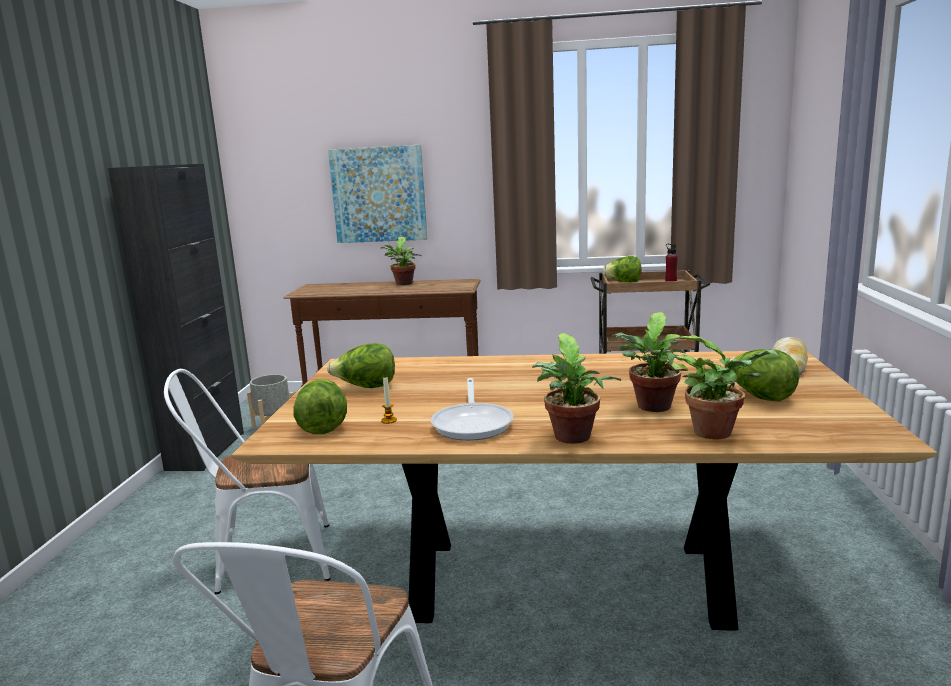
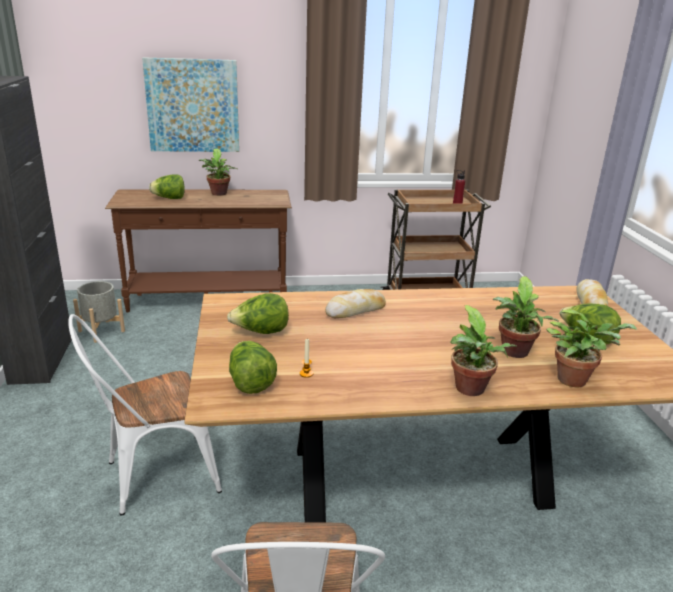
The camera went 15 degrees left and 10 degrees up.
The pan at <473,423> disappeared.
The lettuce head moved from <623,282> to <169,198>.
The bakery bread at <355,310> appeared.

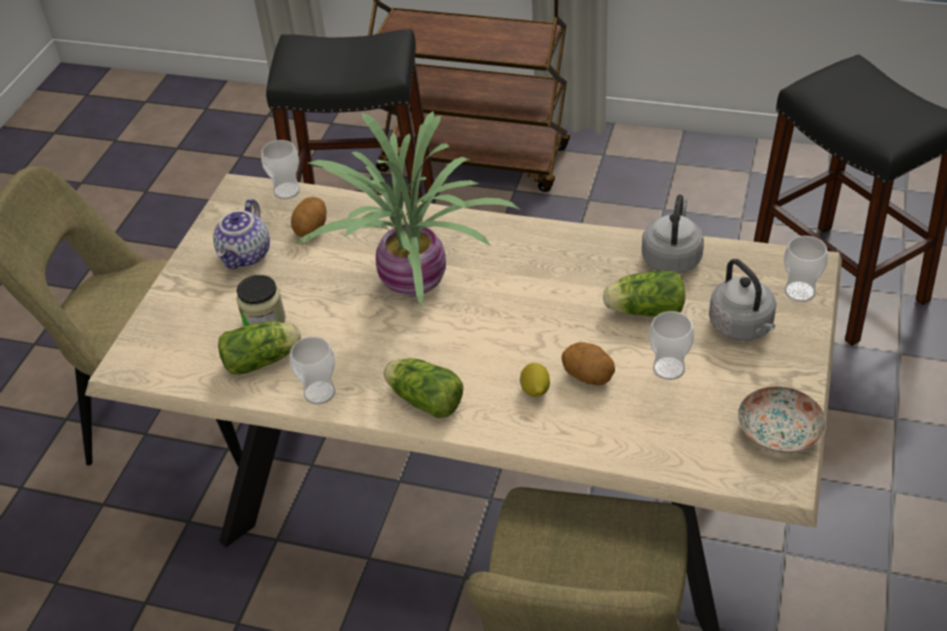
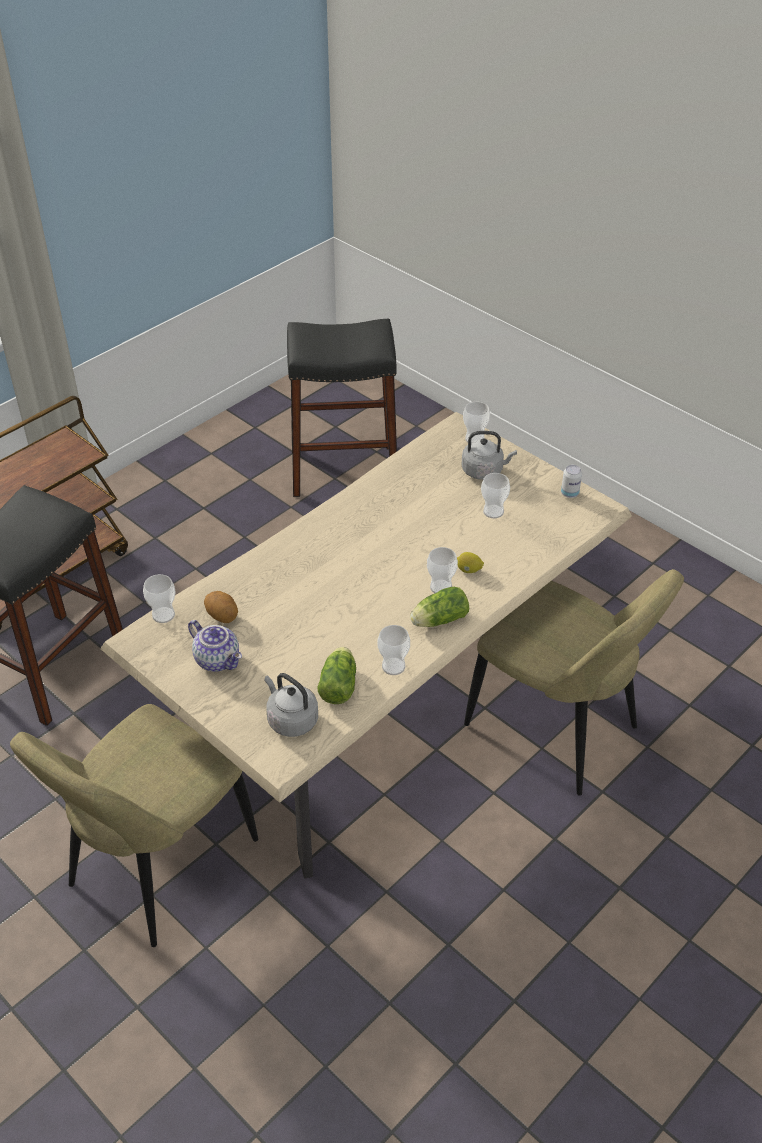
The camera went 65 degrees left and 0 degrees up.
The storage jar at <264,321> disappeared.
The potted plant at <412,285> disappeared.
The potato at <588,376> disappeared.
The lettuce head at <642,310> disappeared.
The water kettle (greyish) moved from <672,257> to <291,719>.
The dinner plate at <780,431> was replaced by the can at <569,493>.
The drinking cup at <441,587> appeared.

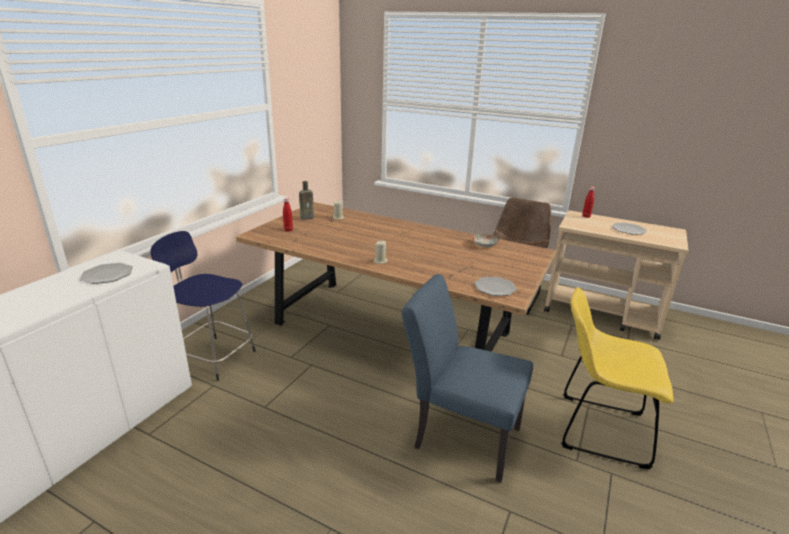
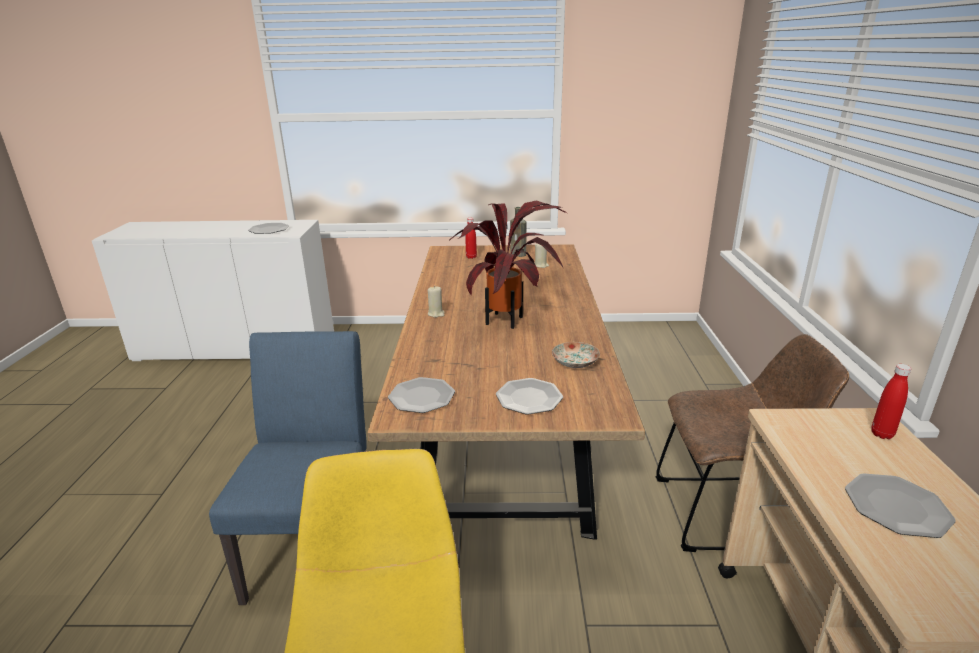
The camera went 65 degrees right and 0 degrees up.
The sitting stool (bluish) at <214,357> disappeared.
The potted plant at <507,322> appeared.
The dinner plate at <529,398> appeared.

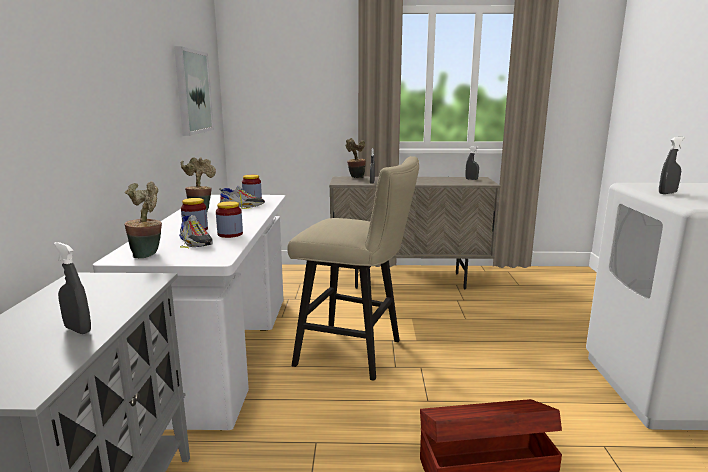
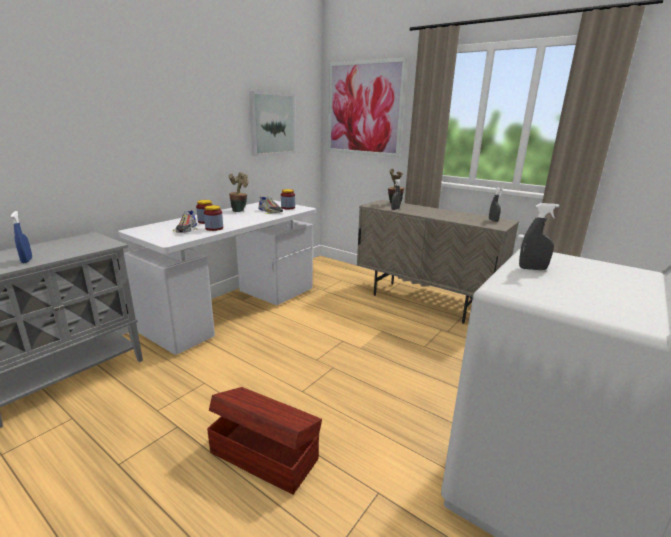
The camera went 35 degrees right and 5 degrees up.
The hand sprayer (greyish) at <78,329> became the hand sprayer (bluish) at <27,260>.
The potted plant at <148,254> disappeared.
The sitting stool (beige) at <356,353> disappeared.
The wall art at <364,109> appeared.

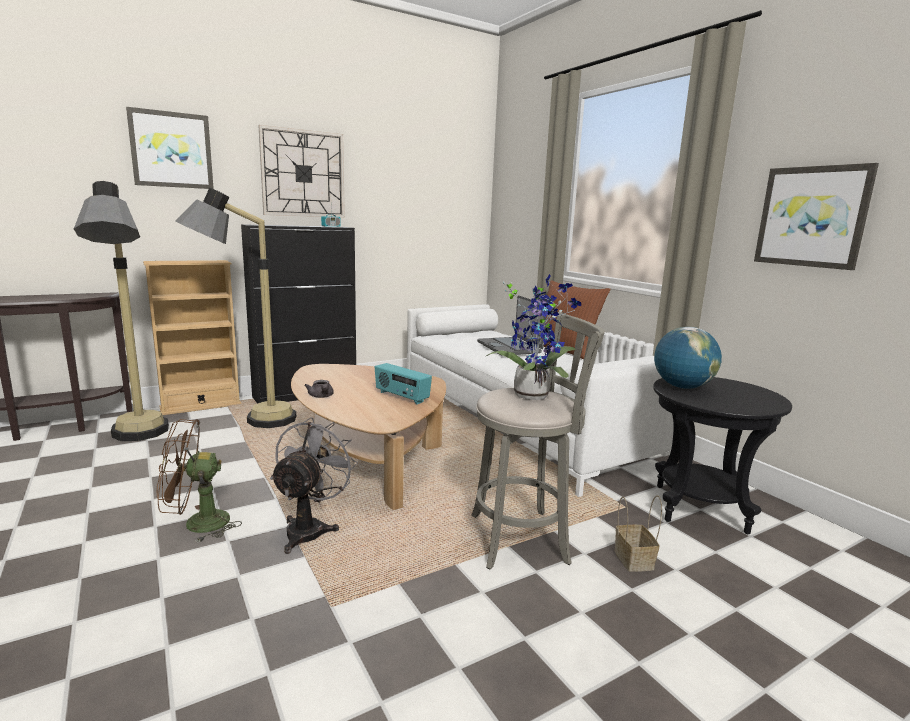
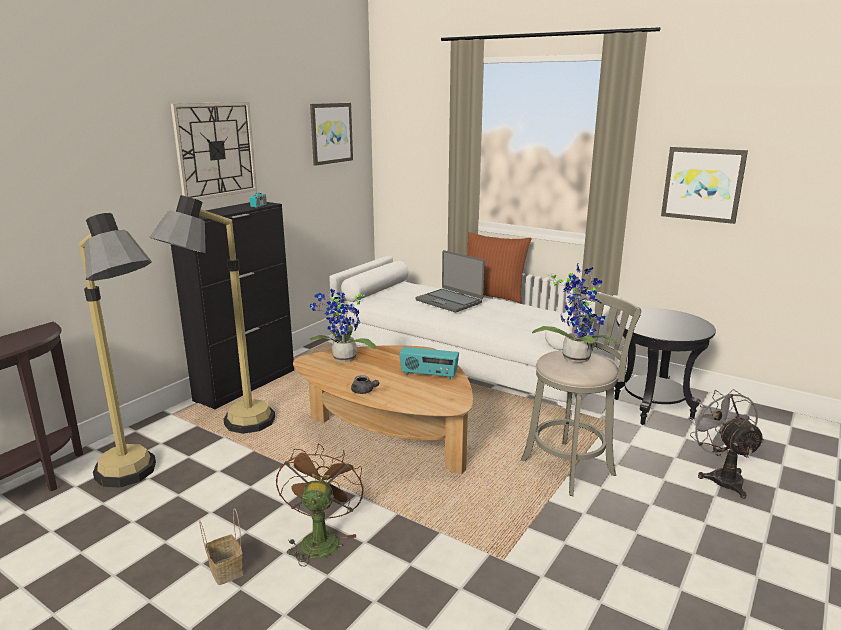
The camera went 25 degrees left and 5 degrees up.
The wall art moved from <171,150> to <331,133>.
The bookshelf (beige) at <201,406> disappeared.
The fan (brown) at <197,524> turned 135 degrees clockwise.
The fan (greyish) moved from <310,528> to <721,477>.
The household basket moved from <632,559> to <225,569>.
The desk globe at <682,387> disappeared.
The potted plant at <342,359> appeared.

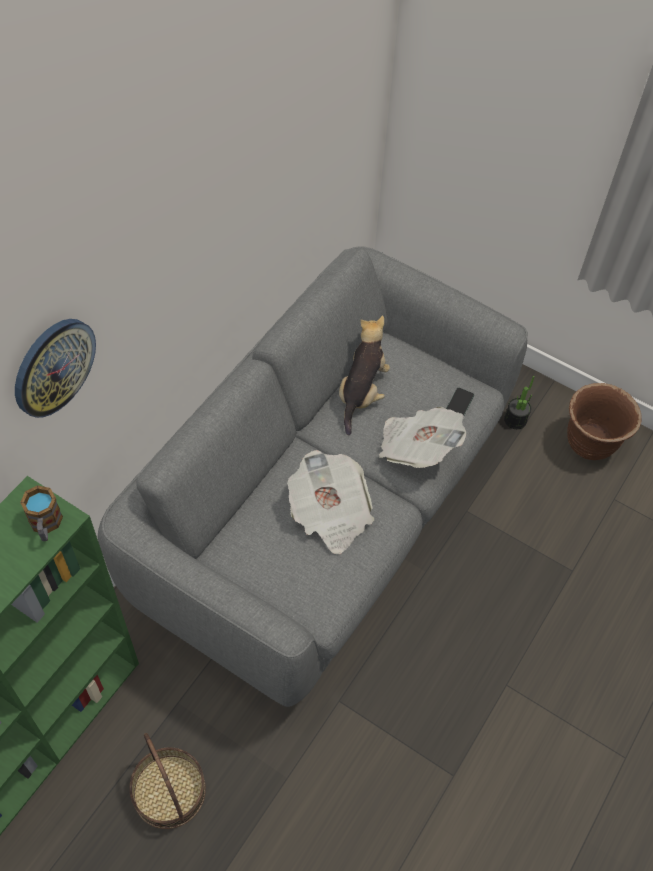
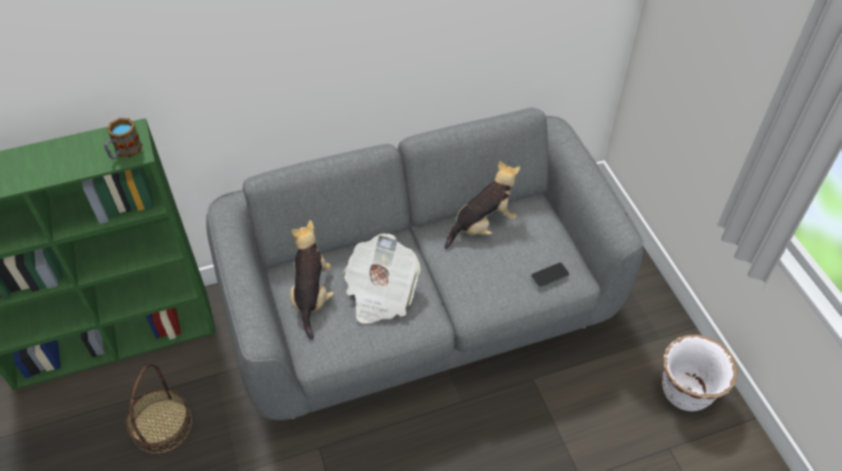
The camera went 40 degrees right and 5 degrees down.
The clock on the wall at <53,366> disappeared.
The newspaper at <417,447> disappeared.
The potted plant at <515,420> disappeared.
The planter (brown) at <590,443> became the planter (whitish) at <685,393>.
The plush toy at <312,296> appeared.

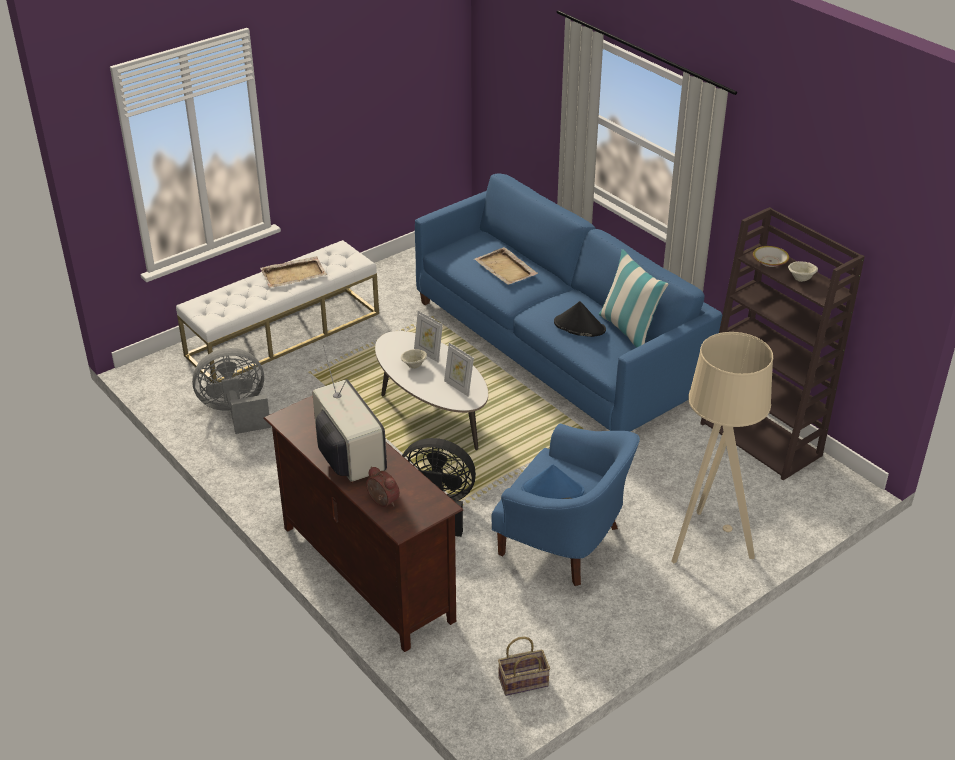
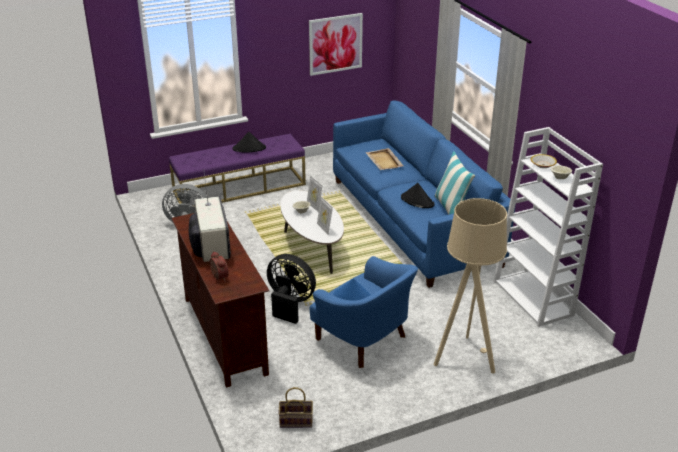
The camera went 15 degrees right and 5 degrees down.
The indoor bench (whitish) at <284,334> became the indoor bench (purple-coloured) at <239,188>.
The serving tray (beige) at <294,274> was replaced by the clothing hat (blackish) at <249,148>.
The bookshelf (brown) at <762,439> became the bookshelf (whitish) at <534,298>.
The wall art at <335,44> appeared.

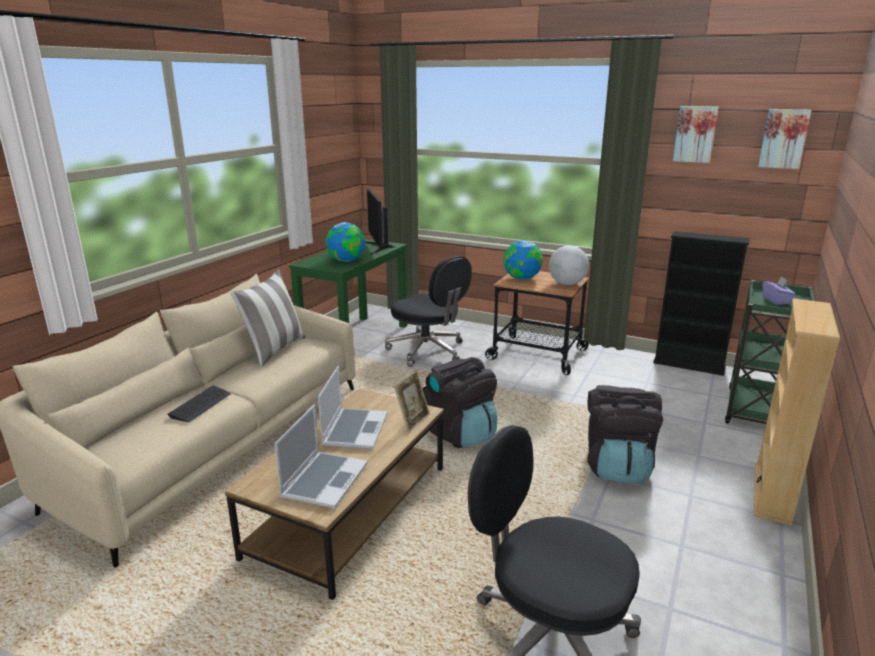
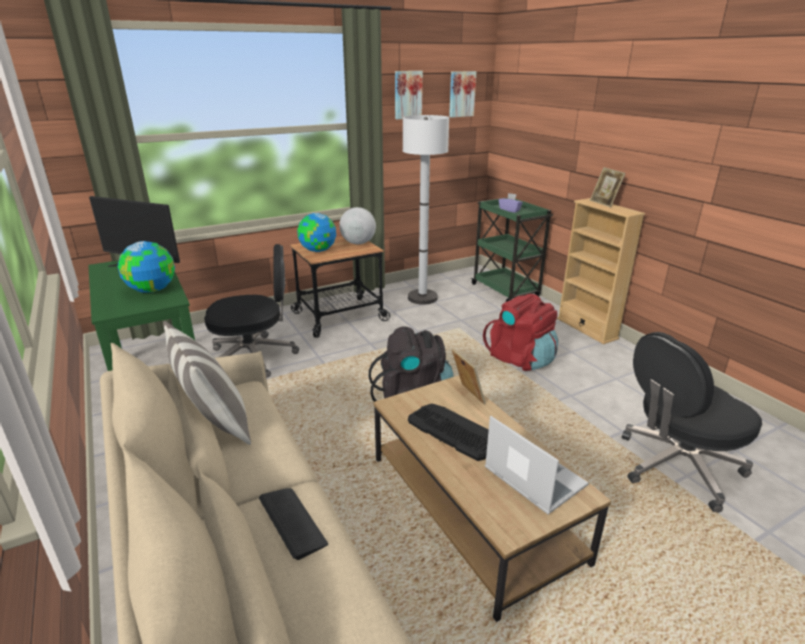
The camera went 55 degrees left and 5 degrees up.
The portable computer at <354,429> was replaced by the keyboard at <453,431>.
The knapsack (blackish) at <617,466> became the knapsack (red-coloured) at <521,359>.
The bookshelf (blackish) at <689,365> disappeared.
The floor lamp (whitish) at <422,298> appeared.
The photo frame at <604,203> appeared.

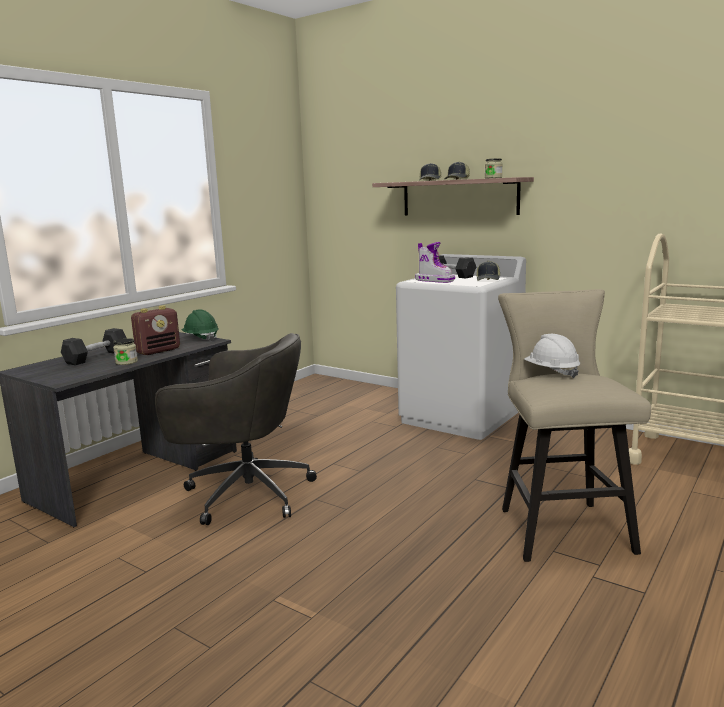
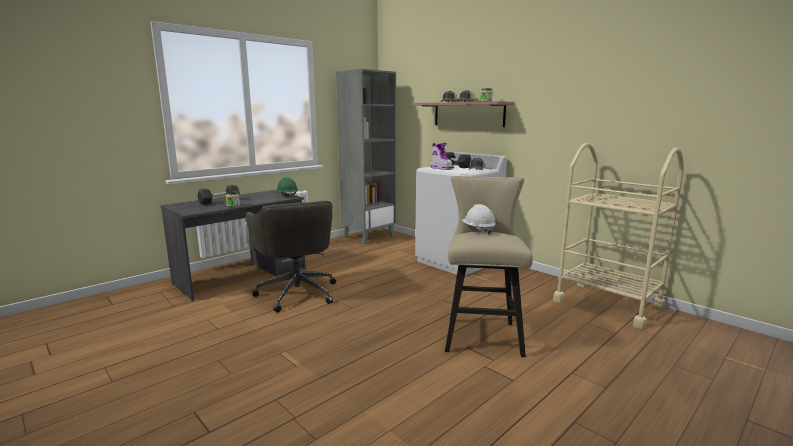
The camera went 10 degrees right and 0 degrees up.
The radio receiver at <158,351> disappeared.
The office chair (greyish) at <245,493> turned 45 degrees clockwise.
The bookshelf (greyish) at <369,236> appeared.

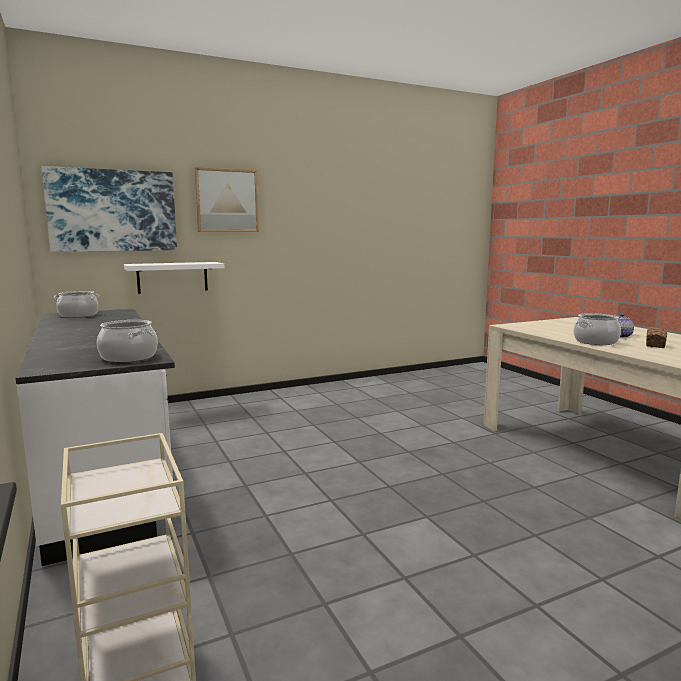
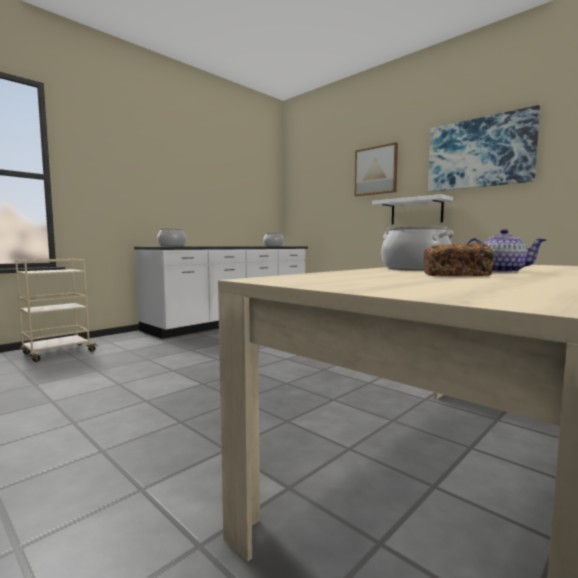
The camera went 70 degrees right and 5 degrees down.
The wall art moved from <113,210> to <479,153>.
The wall shelf (whitish) moved from <172,277> to <416,211>.

